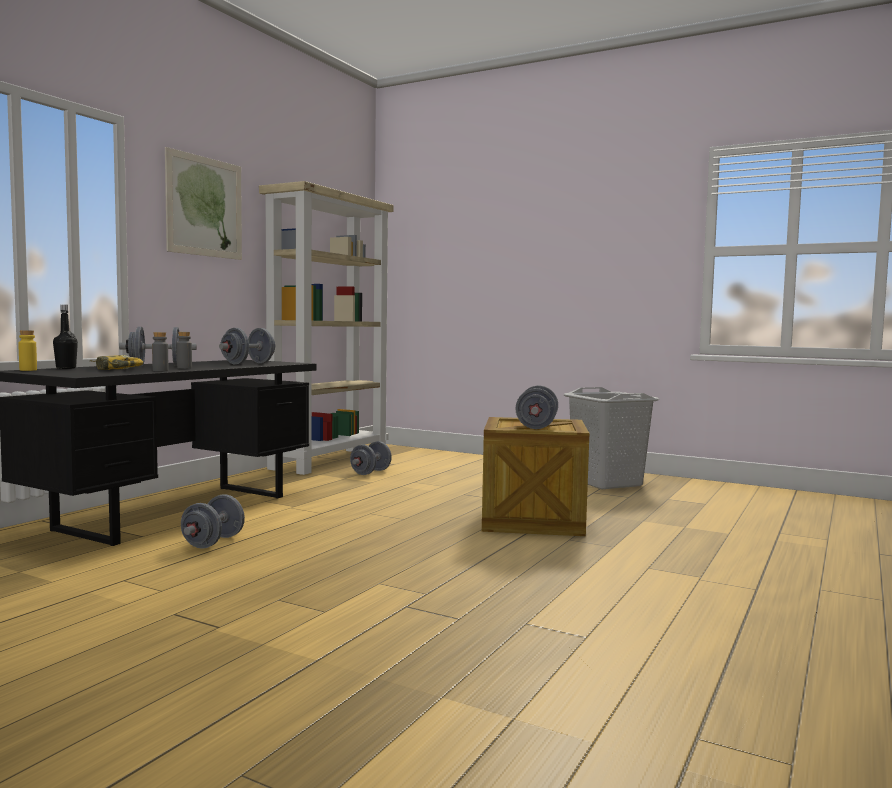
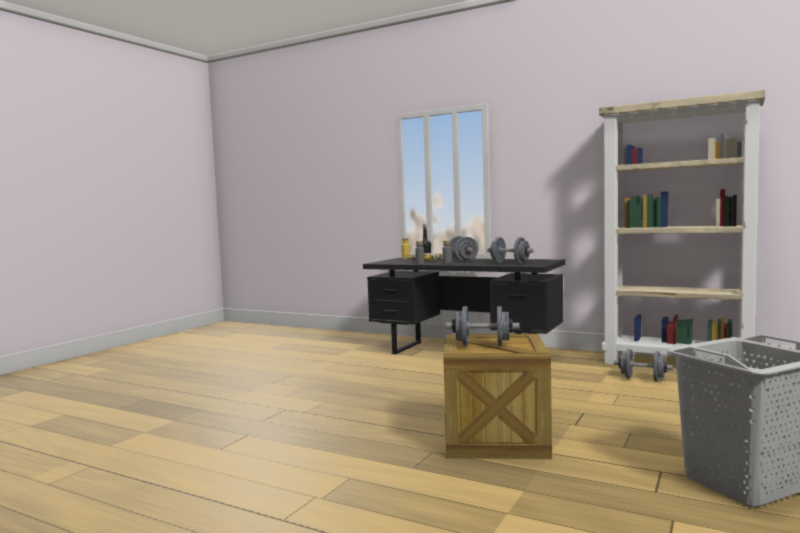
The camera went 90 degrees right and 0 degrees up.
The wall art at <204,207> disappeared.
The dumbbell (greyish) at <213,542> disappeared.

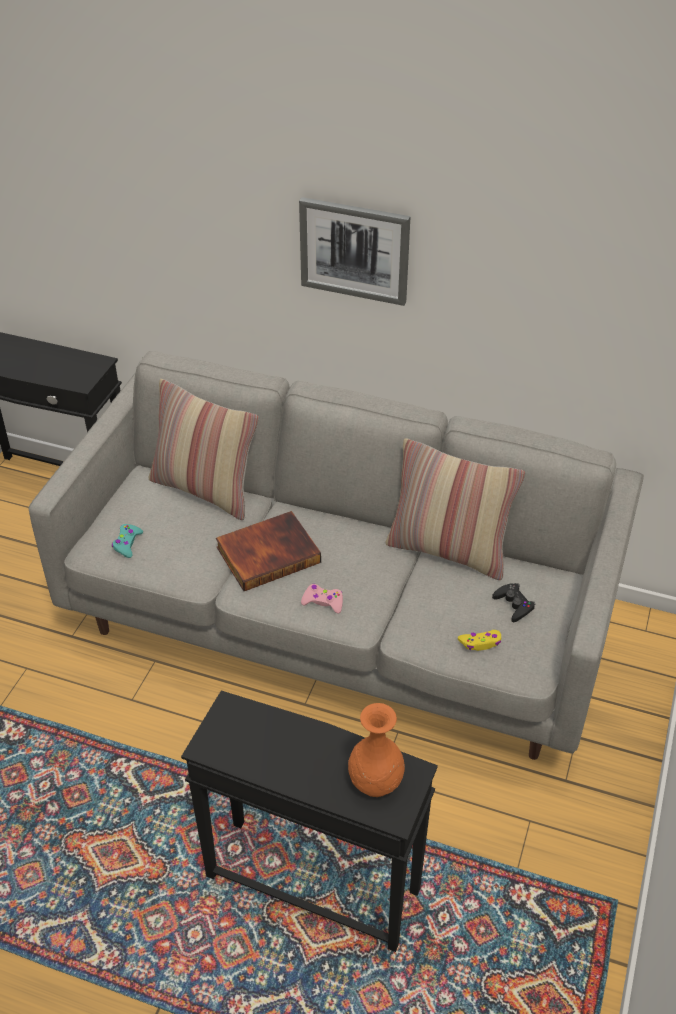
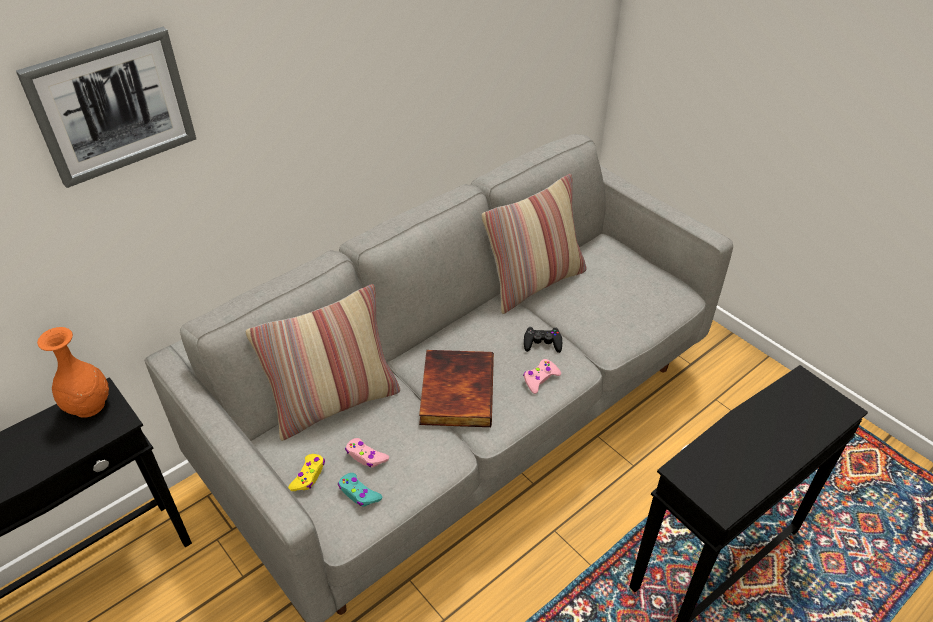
The camera went 60 degrees left and 0 degrees up.
The wall art moved from <355,250> to <112,106>.
The flower vase (orange-coloured) moved from <374,782> to <88,406>.
The game controller (yellow-coloured) moved from <480,643> to <308,476>.
The game controller (blackish) moved from <513,605> to <542,343>.
The game controller (pinkish) at <366,456> appeared.

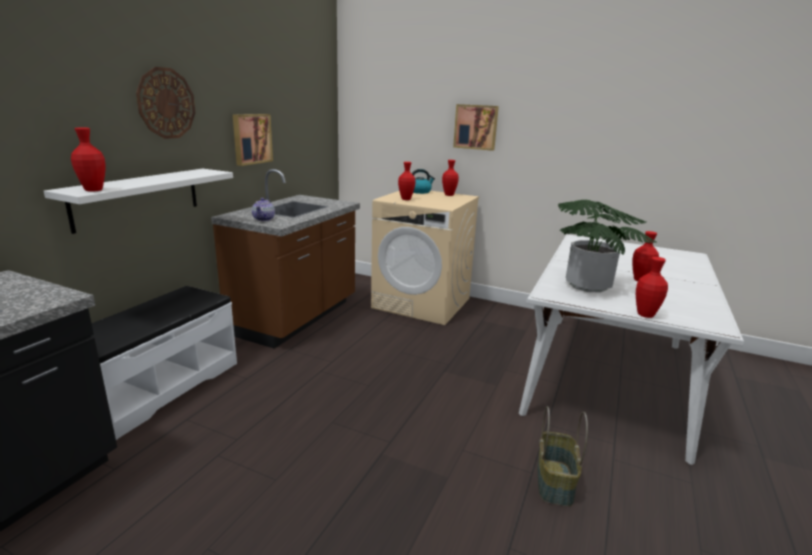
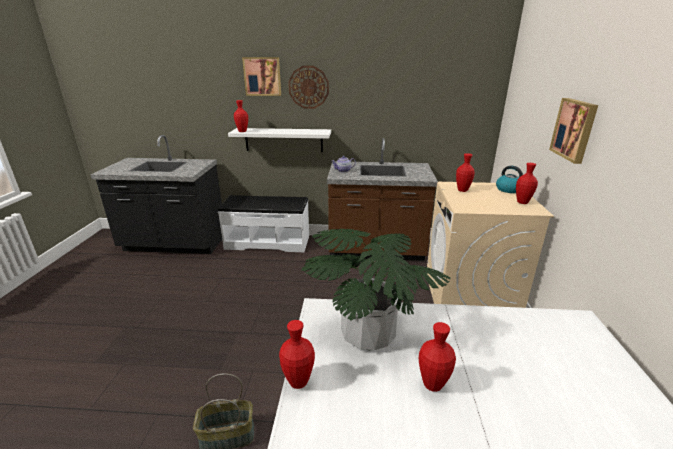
The camera went 70 degrees right and 5 degrees up.
The wall art moved from <251,139> to <262,76>.

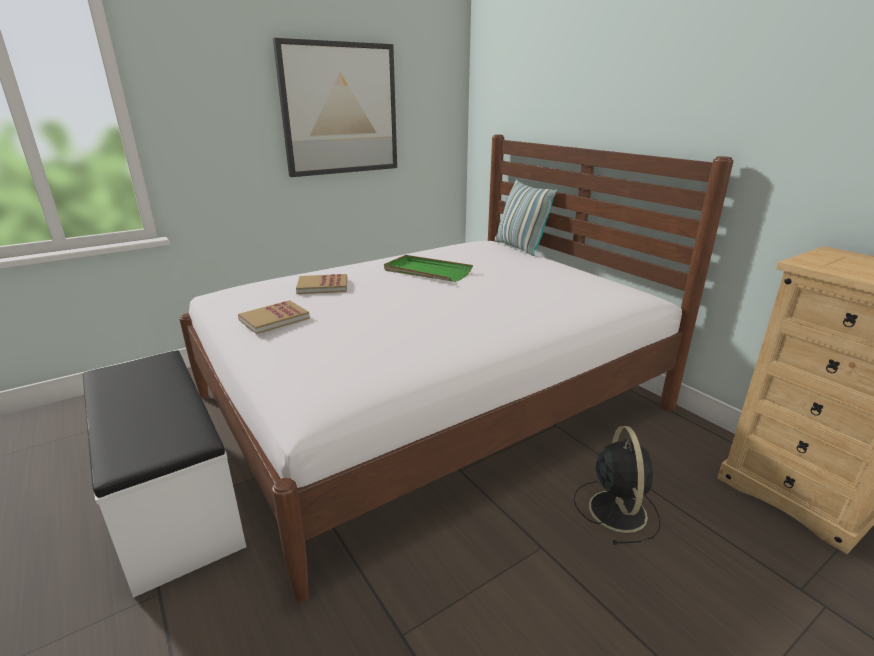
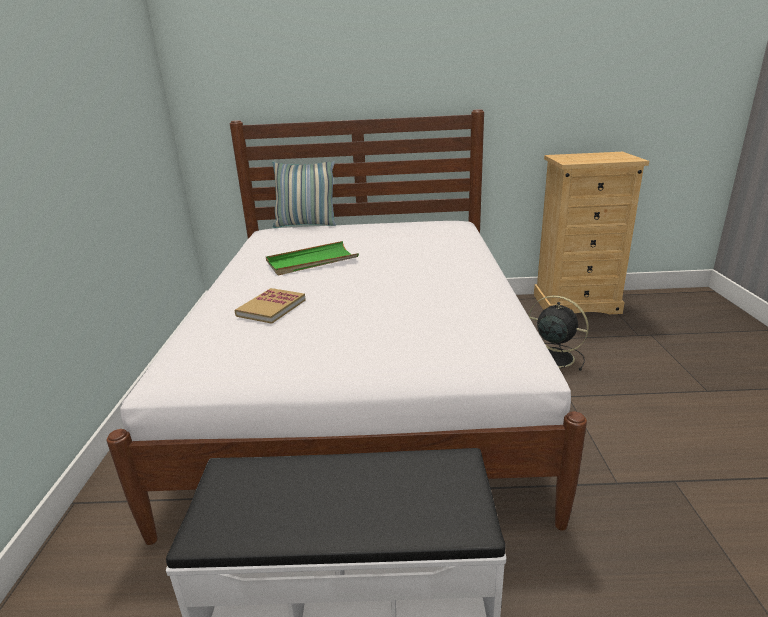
The camera went 55 degrees left and 0 degrees up.
The bound book at <274,319> disappeared.
The wall art at <340,109> disappeared.

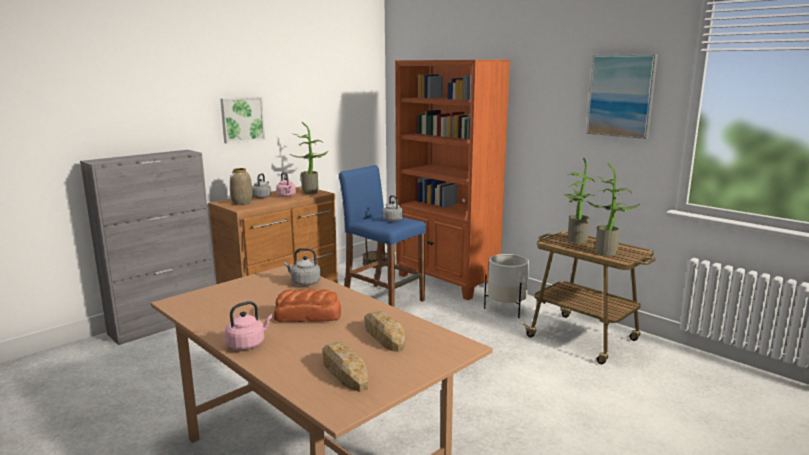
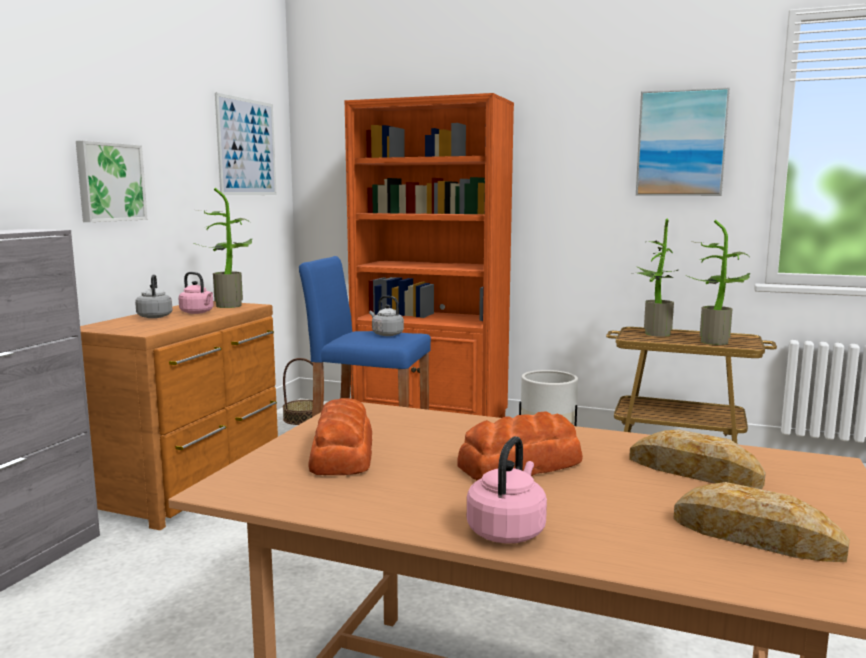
The camera went 25 degrees left and 5 degrees down.
The flower vase at <241,202> disappeared.
The water kettle (greyish) at <304,283> disappeared.
The wall art at <246,147> appeared.
The bakery bread at <343,453> appeared.

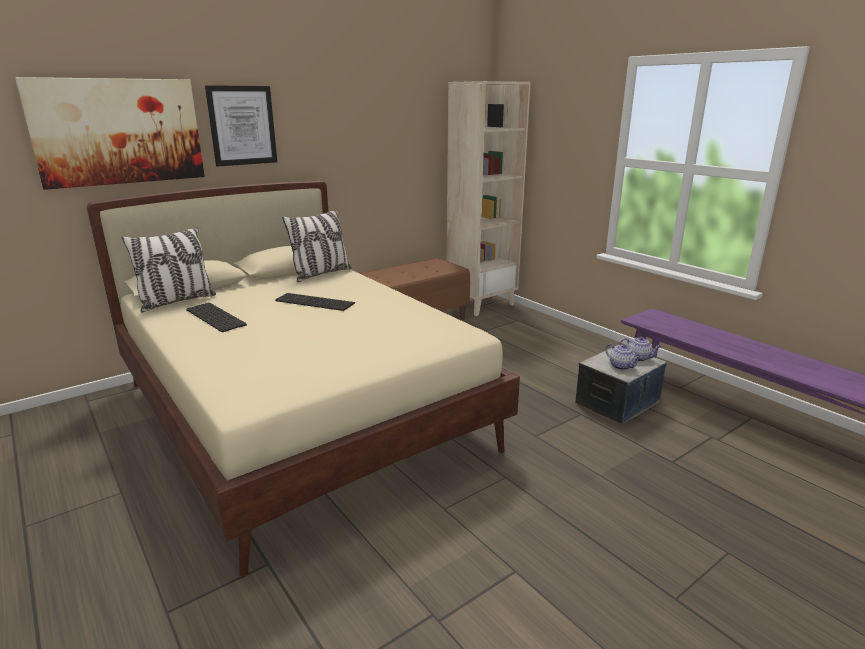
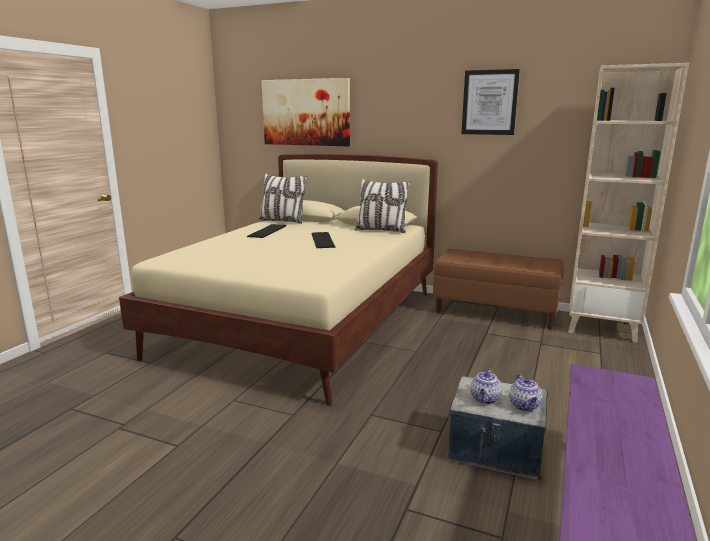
The camera went 60 degrees right and 5 degrees down.
The wall art moved from <242,125> to <489,102>.

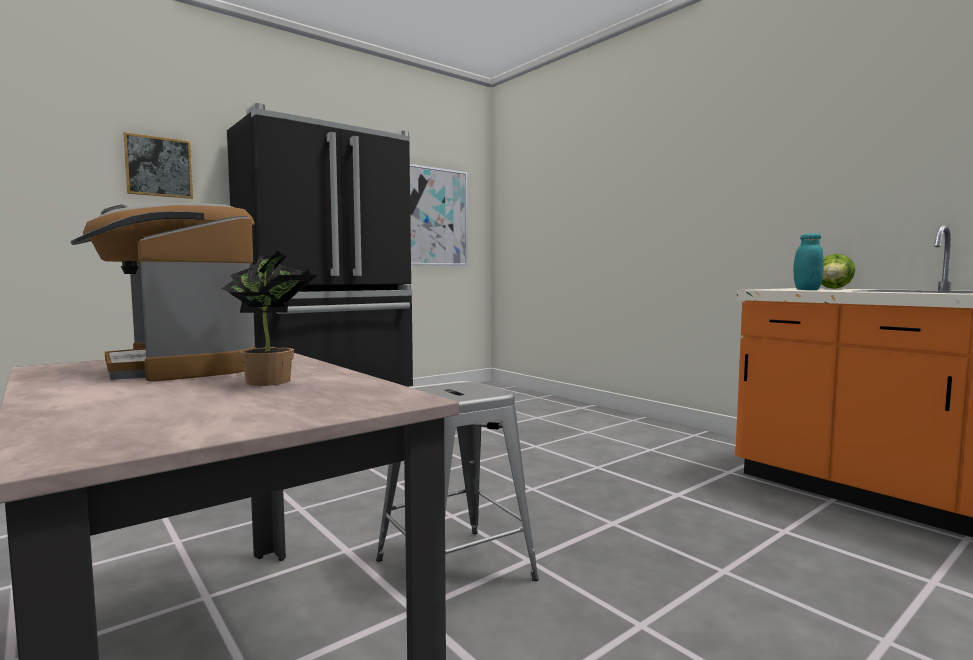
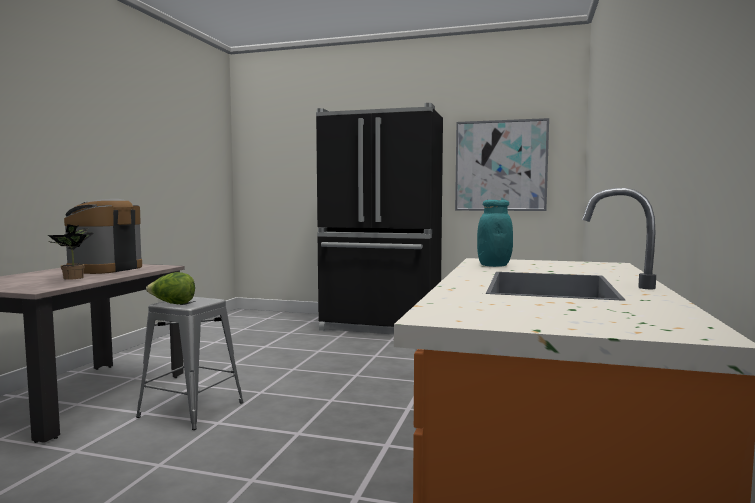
The camera went 55 degrees right and 0 degrees up.
The wall art at <159,167> disappeared.
The lettuce head moved from <834,288> to <172,304>.

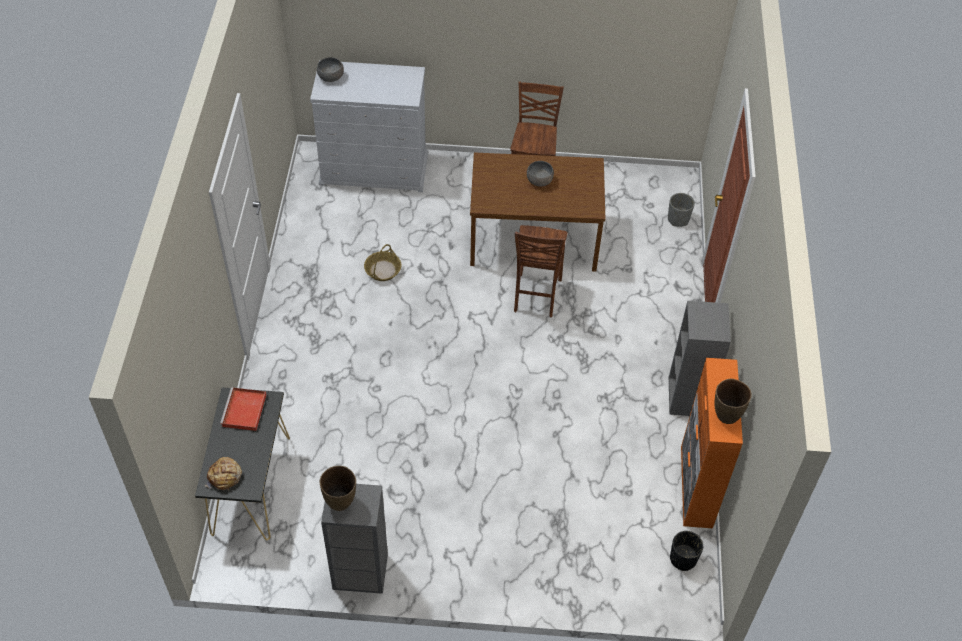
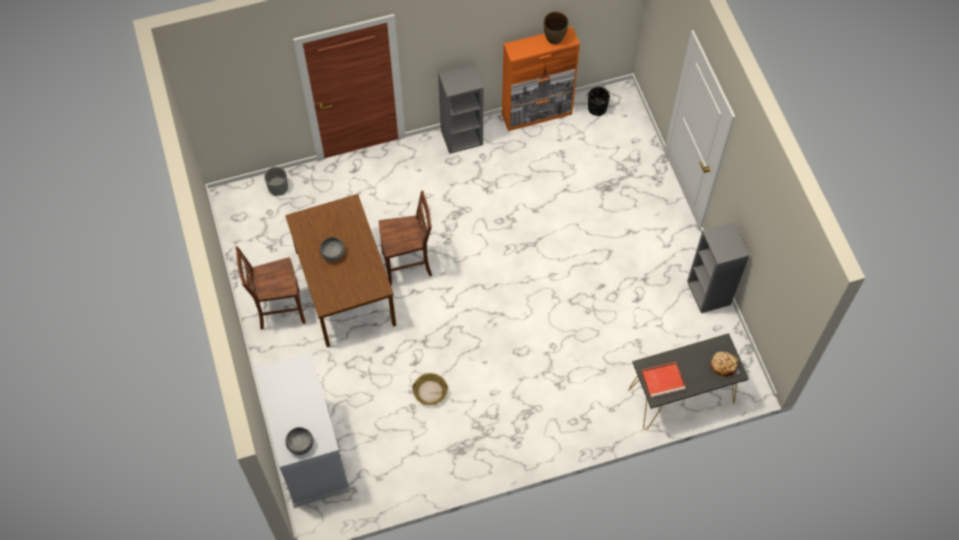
The camera went 110 degrees left and 10 degrees up.
The flower vase (brown) at <340,502> disappeared.

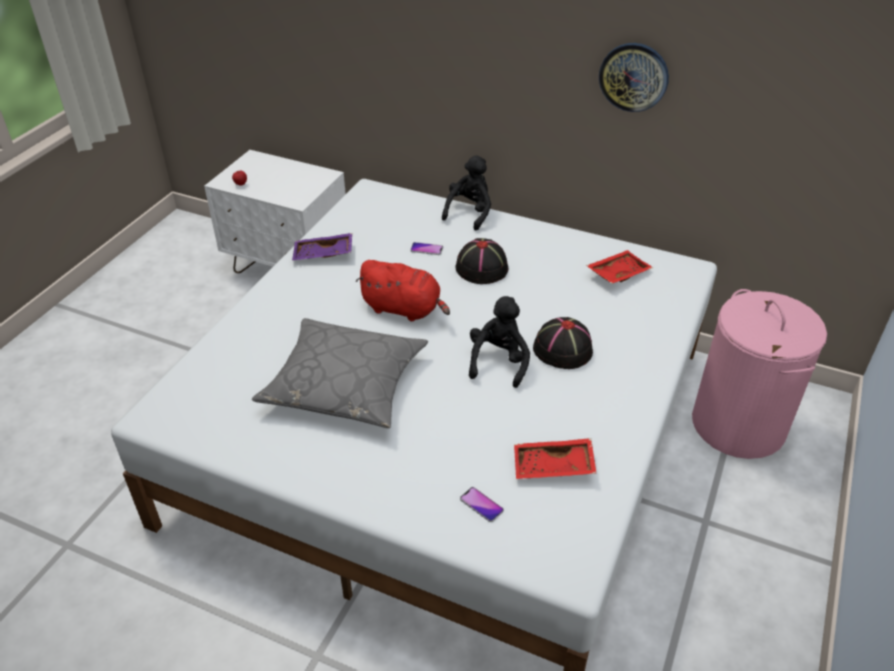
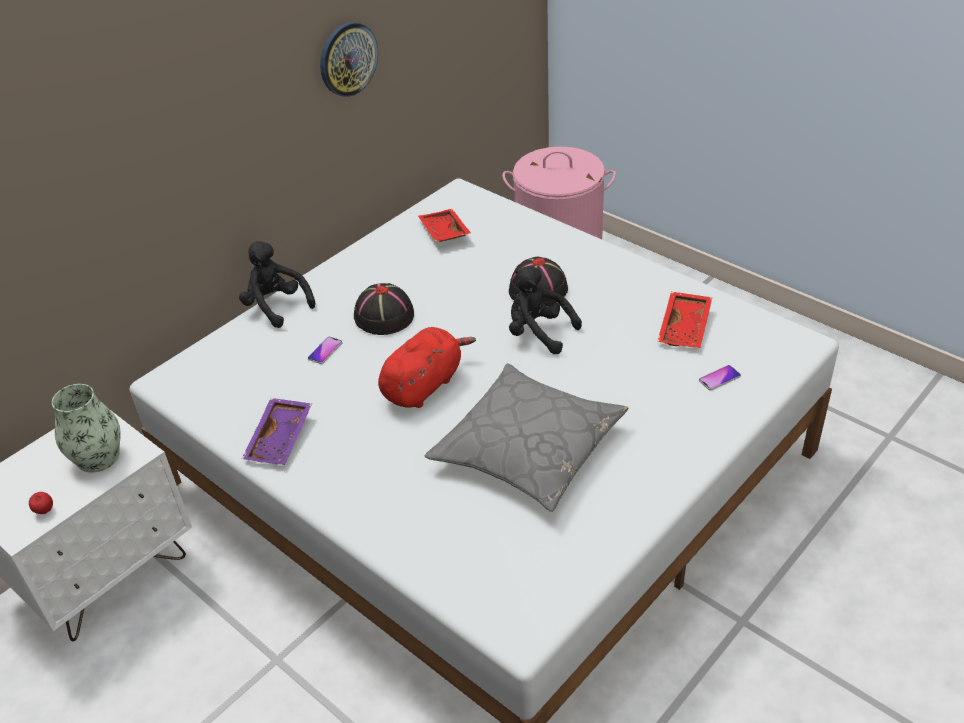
The camera went 70 degrees left and 0 degrees up.
The flower vase at <98,457> appeared.

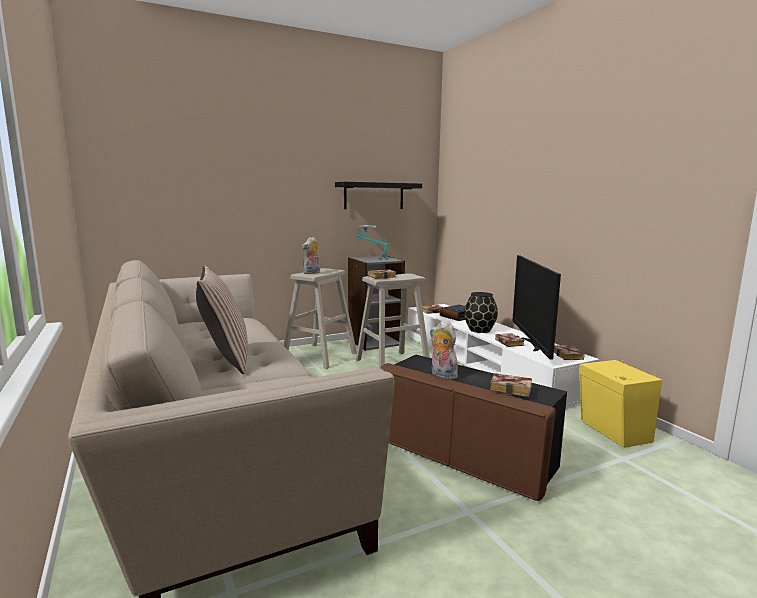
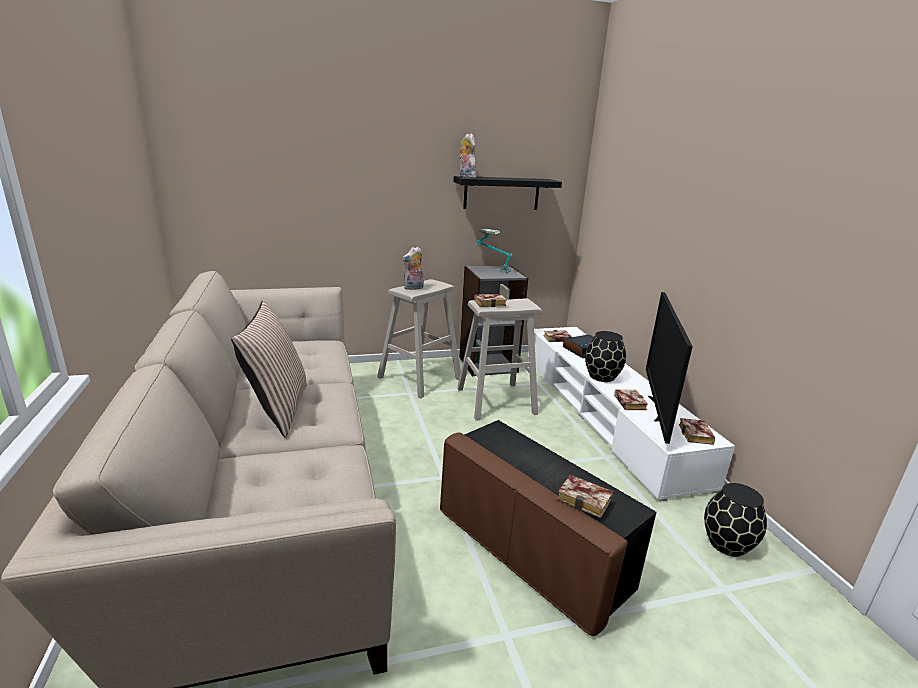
The camera went 10 degrees right and 10 degrees up.
The plush toy moved from <441,375> to <465,177>.
The audio speaker (yellow-coloured) at <613,432> was replaced by the flower vase (blackish) at <728,544>.

